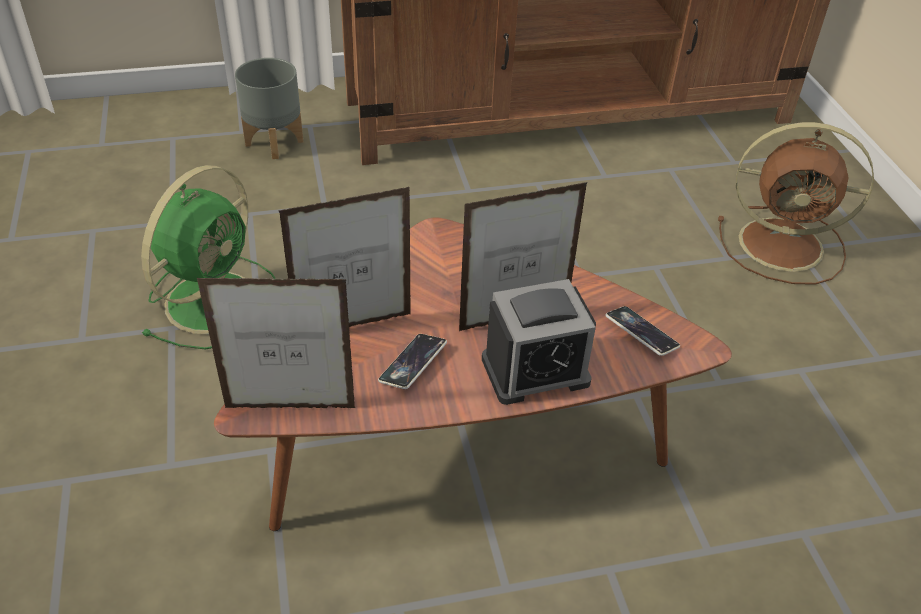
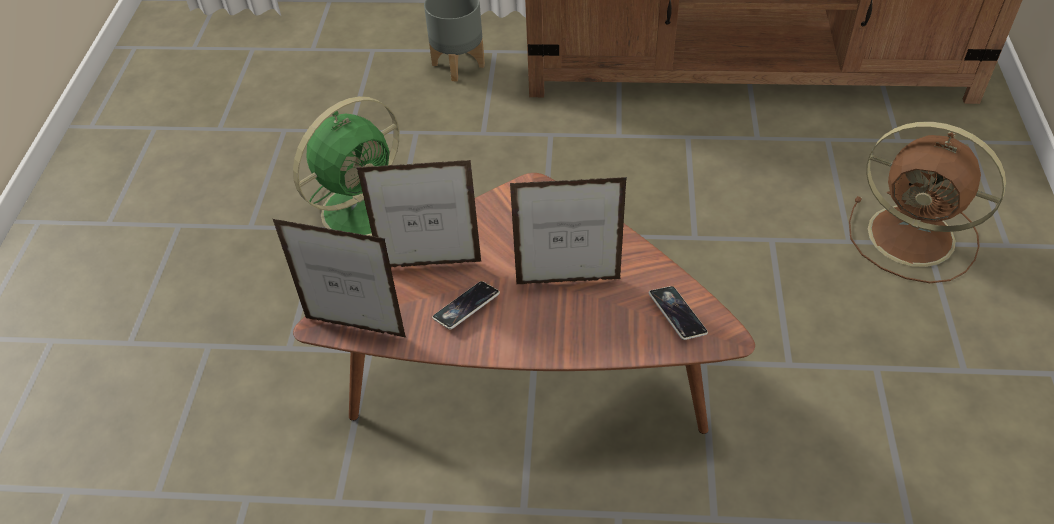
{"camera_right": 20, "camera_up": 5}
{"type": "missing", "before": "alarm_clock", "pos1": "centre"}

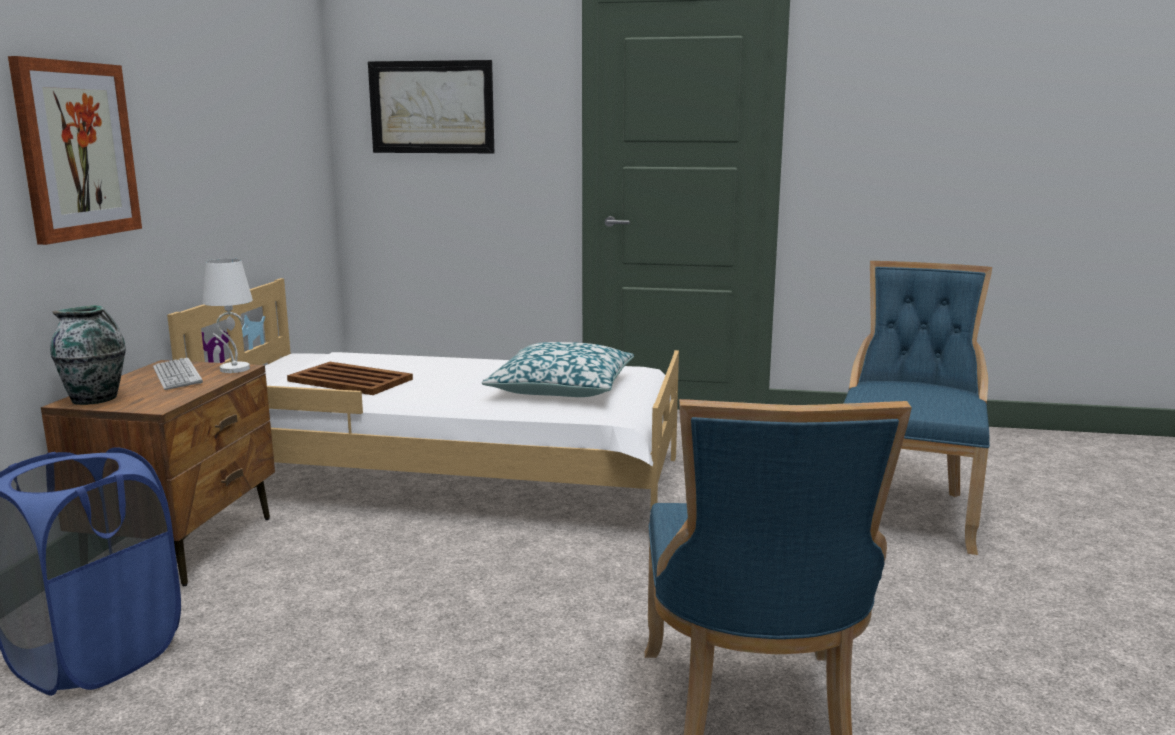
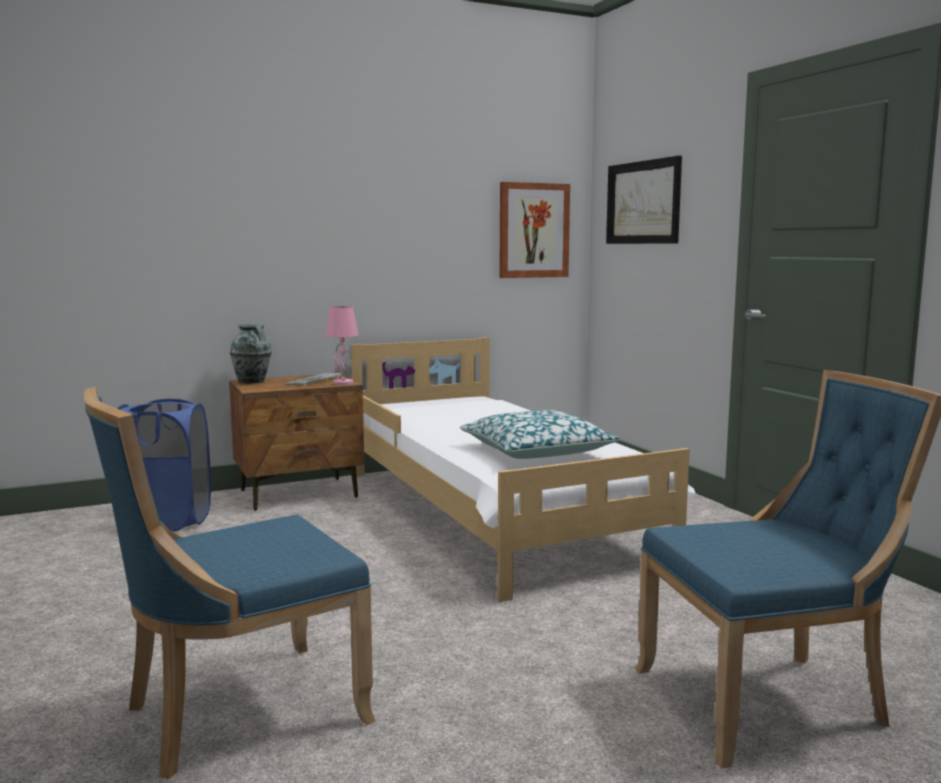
{"camera_right": 55, "camera_up": -5}
{"type": "colour", "before": "white_table_lamp", "after": "pink_table_lamp", "pos1": "middle left", "pos2": "centre"}
{"type": "relocated", "before": "picture (no. 1 from left)", "pos1": "top left", "pos2": "top centre"}
{"type": "missing", "before": "brown_tray", "pos1": "middle left"}

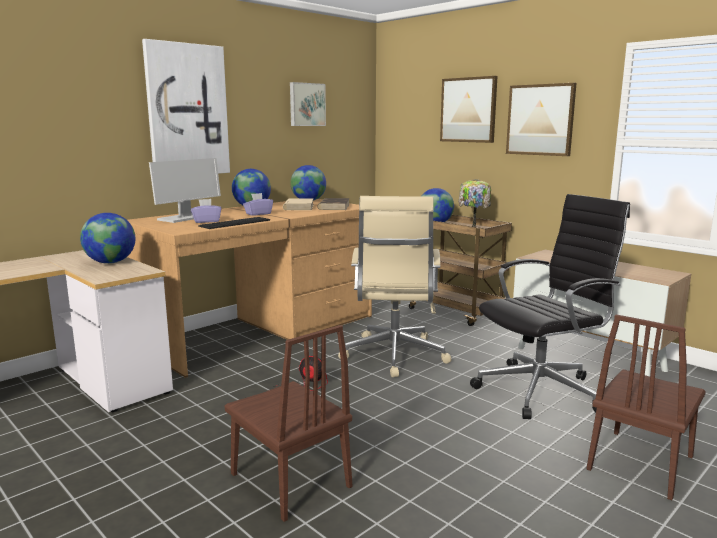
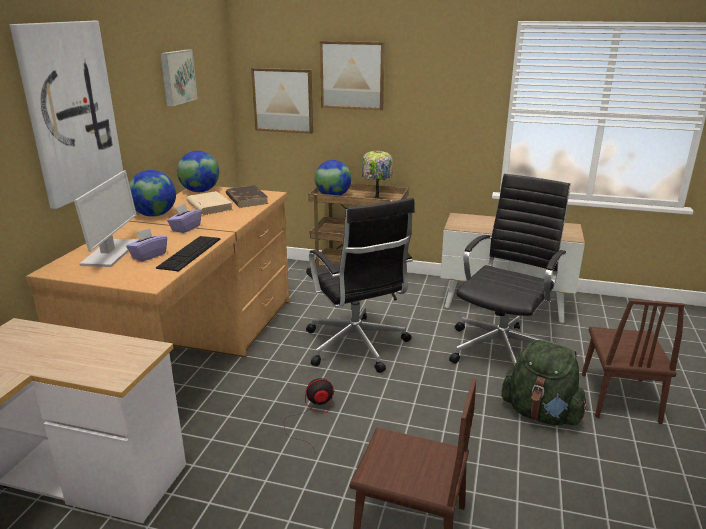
{"camera_right": -30, "camera_up": 10}
{"type": "relocated", "before": "picture (no. 4 from left in the first image)", "after": "picture (no. 3 from left)", "pos1": "top right", "pos2": "top centre"}
{"type": "colour", "before": "beige_office_chair", "after": "black_office_chair (no. 1 from left)", "pos1": "centre", "pos2": "centre"}
{"type": "appeared", "after": "green_backpack", "pos2": "bottom right"}
{"type": "missing", "before": "globe (no. 1 from left)", "pos1": "middle left"}

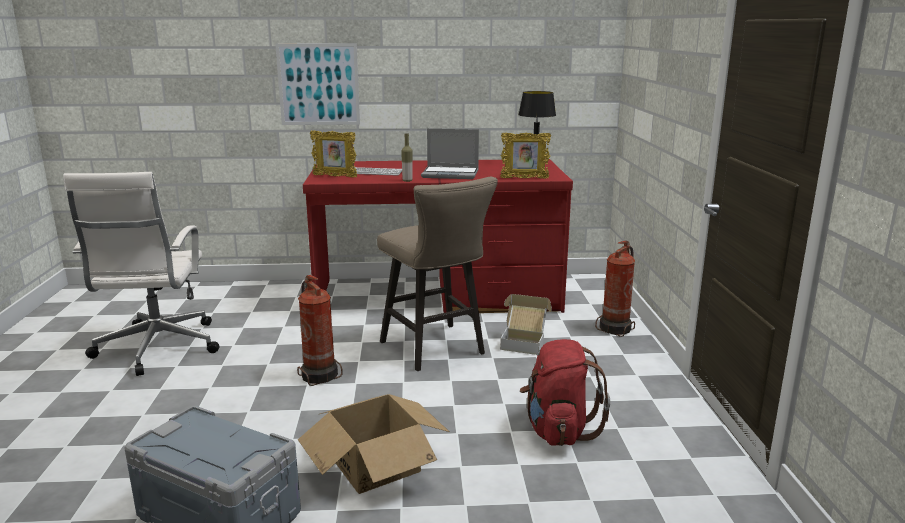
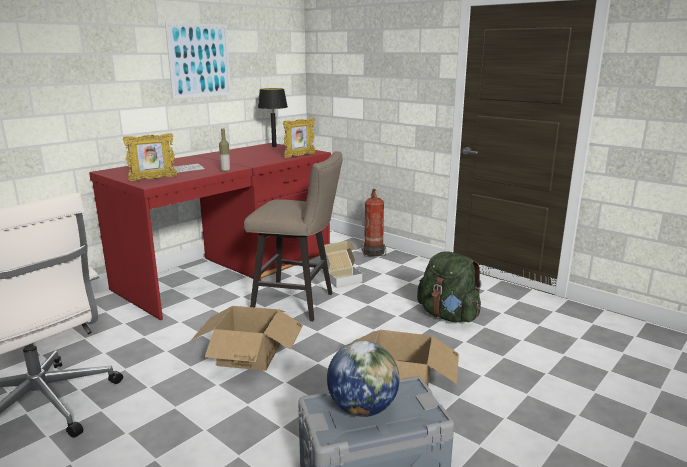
{"camera_right": -45, "camera_up": 0}
{"type": "relocated", "before": "picture", "pos1": "top centre", "pos2": "top left"}
{"type": "exchanged", "before": "fire_extinguisher (no. 1 from left)", "after": "cardboard_box (no. 1 from left)", "pos1": "centre", "pos2": "bottom centre"}
{"type": "appeared", "after": "globe", "pos2": "bottom centre"}
{"type": "colour", "before": "red_backpack", "after": "green_backpack", "pos1": "bottom centre", "pos2": "centre"}
{"type": "missing", "before": "laptop", "pos1": "top centre"}

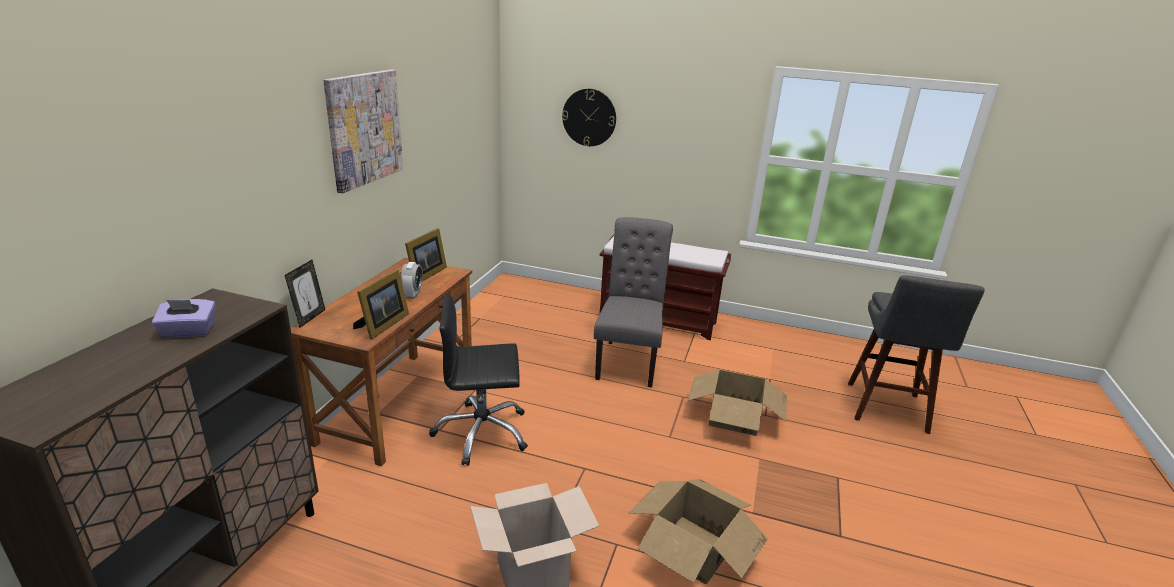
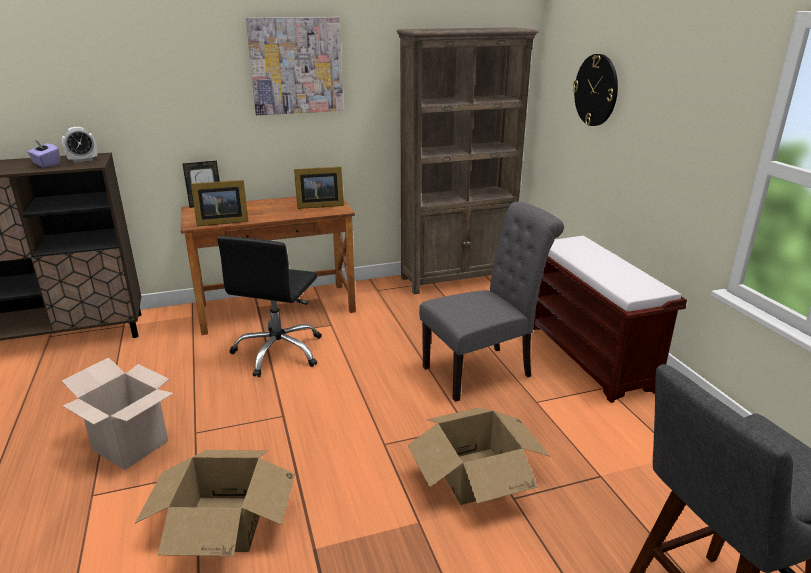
{"camera_right": 55, "camera_up": 0}
{"type": "relocated", "before": "alarm_clock", "pos1": "centre", "pos2": "top left"}
{"type": "spun", "before": "black_office_chair", "pos1": "centre", "pos2": "middle left", "turn": -120}
{"type": "appeared", "after": "brown_bookcase", "pos2": "top centre"}

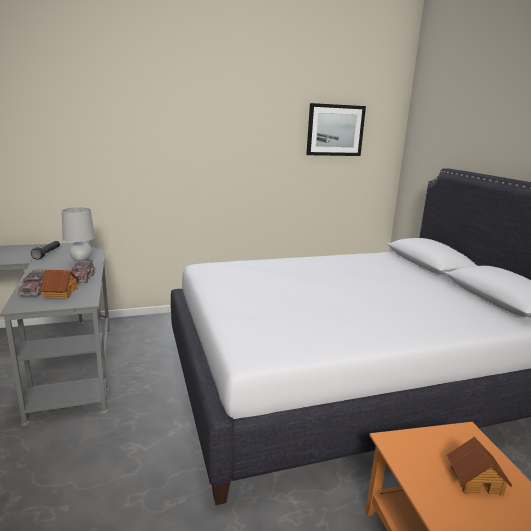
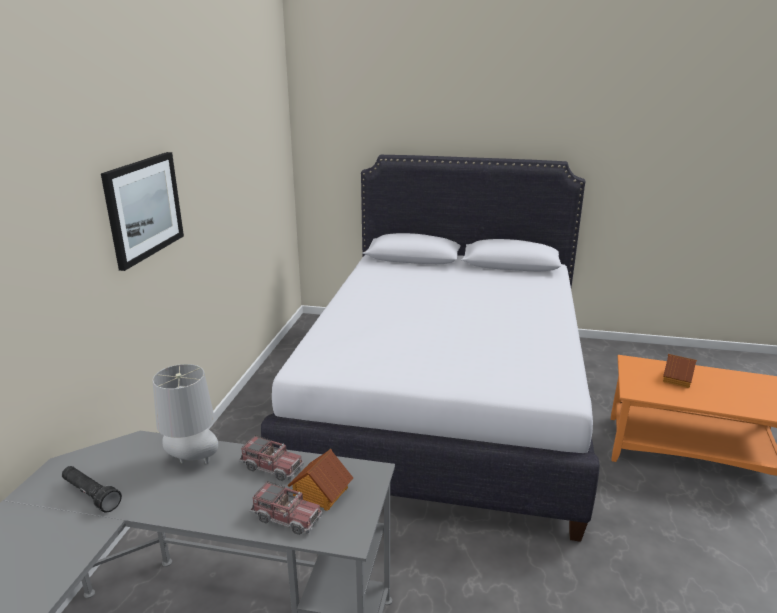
{"camera_right": -60, "camera_up": 5}
{"type": "relocated", "before": "picture", "pos1": "top centre", "pos2": "middle left"}

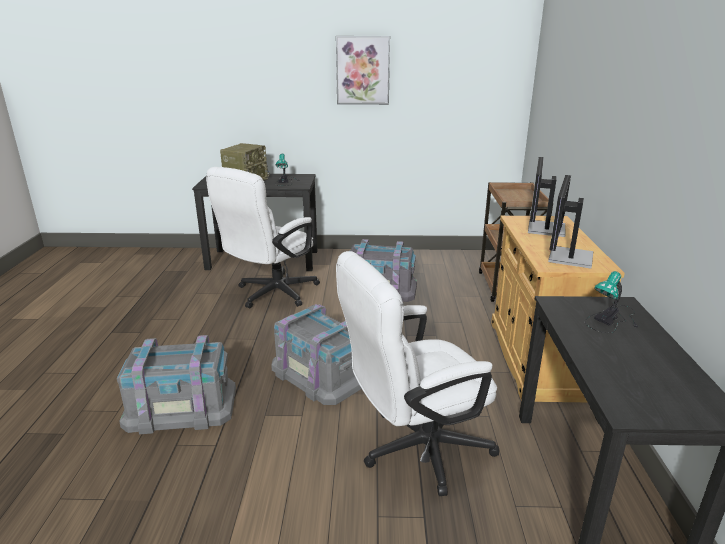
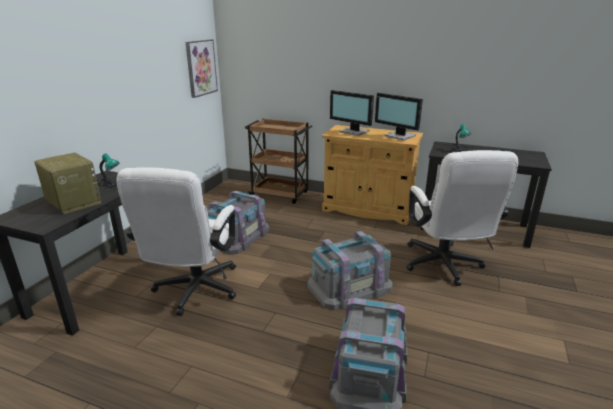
{"camera_right": -70, "camera_up": 0}
{"type": "spun", "before": "white_office_chair (no. 1 from left)", "pos1": "centre", "pos2": "middle left", "turn": 45}
{"type": "relocated", "before": "picture", "pos1": "top centre", "pos2": "top left"}

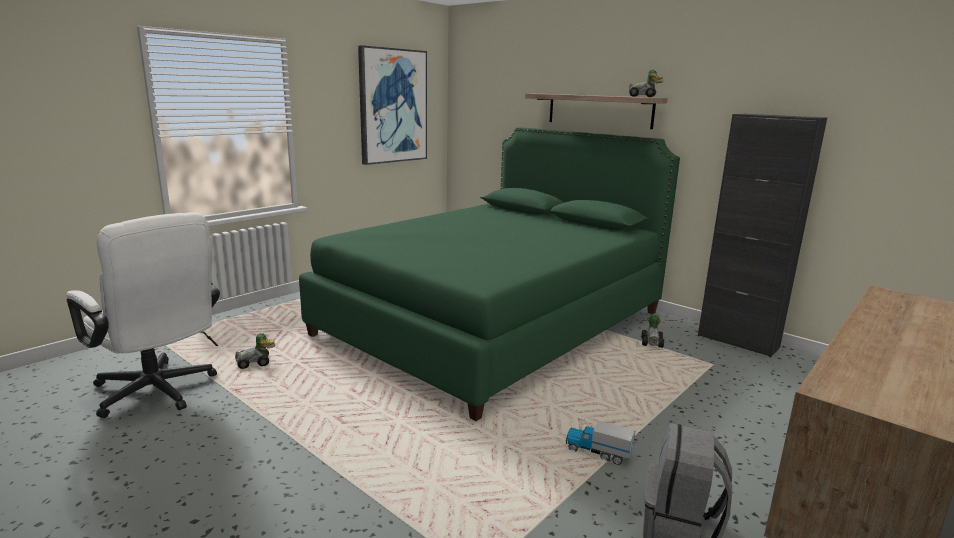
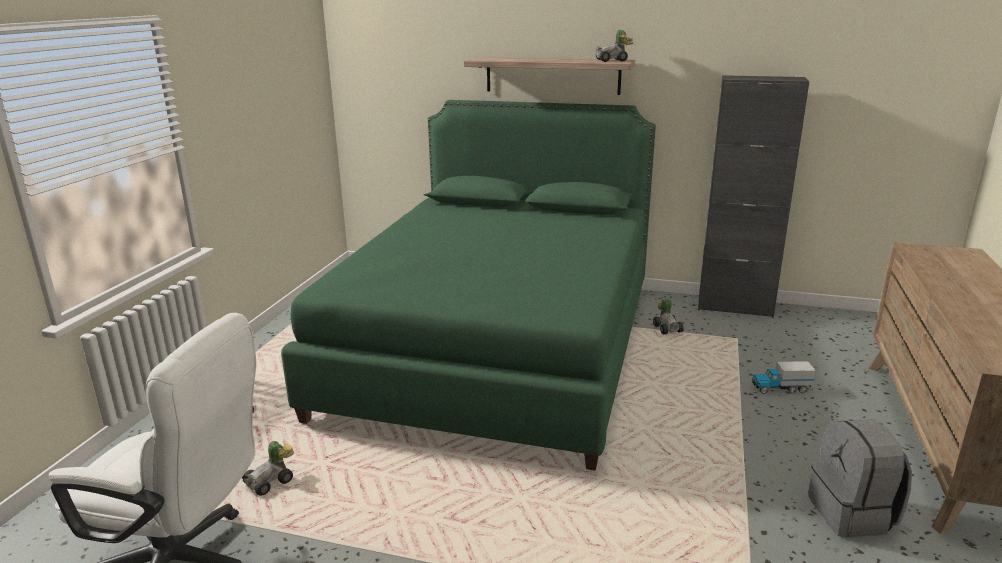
{"camera_right": -25, "camera_up": 5}
{"type": "relocated", "before": "toy_truck", "pos1": "bottom centre", "pos2": "bottom right"}
{"type": "missing", "before": "picture", "pos1": "top centre"}

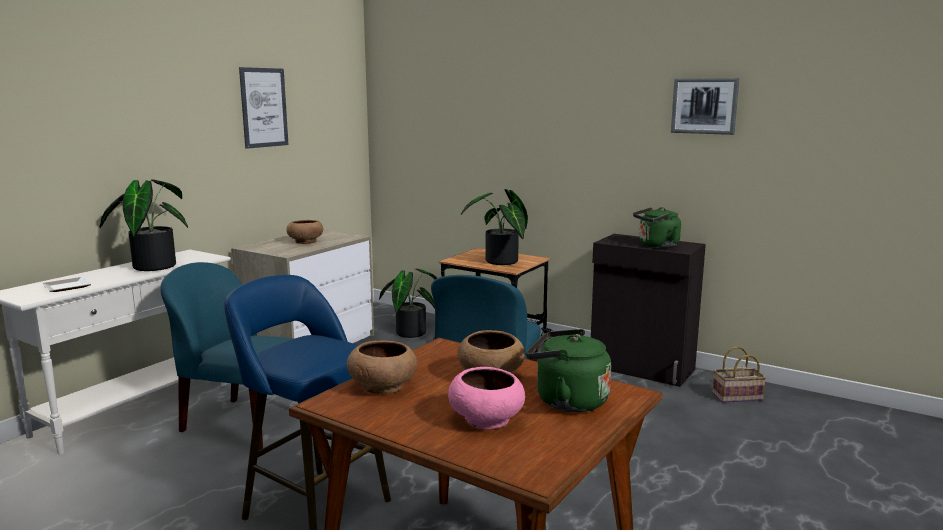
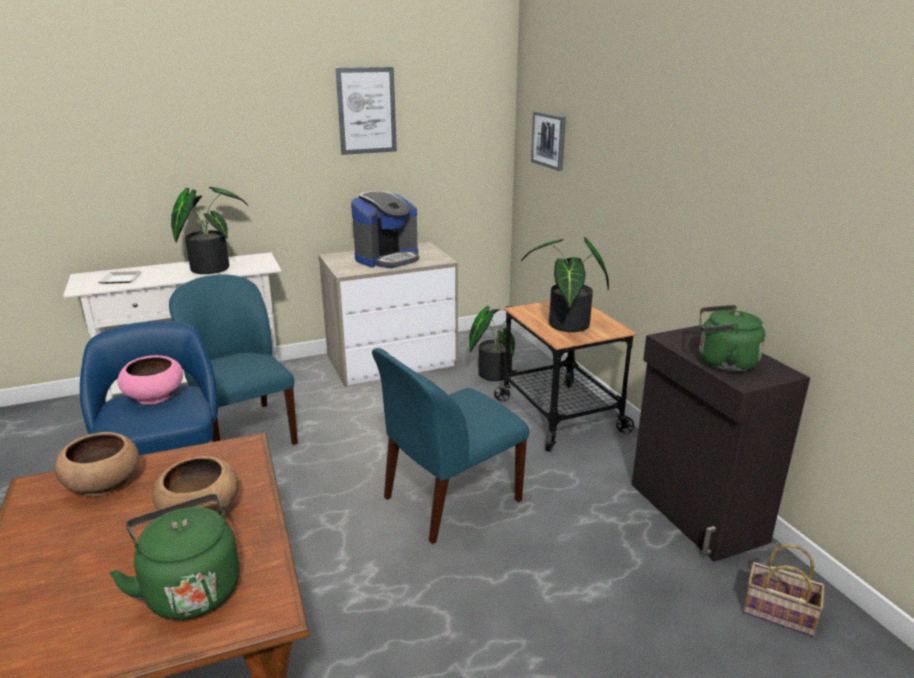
{"camera_right": 35, "camera_up": 10}
{"type": "relocated", "before": "pink_bowl", "pos1": "bottom centre", "pos2": "middle left"}
{"type": "exchanged", "before": "brown_bowl (no. 1 from left)", "after": "coffee_machine", "pos1": "middle left", "pos2": "centre"}
{"type": "relocated", "before": "picture (no. 2 from left)", "pos1": "top right", "pos2": "top centre"}

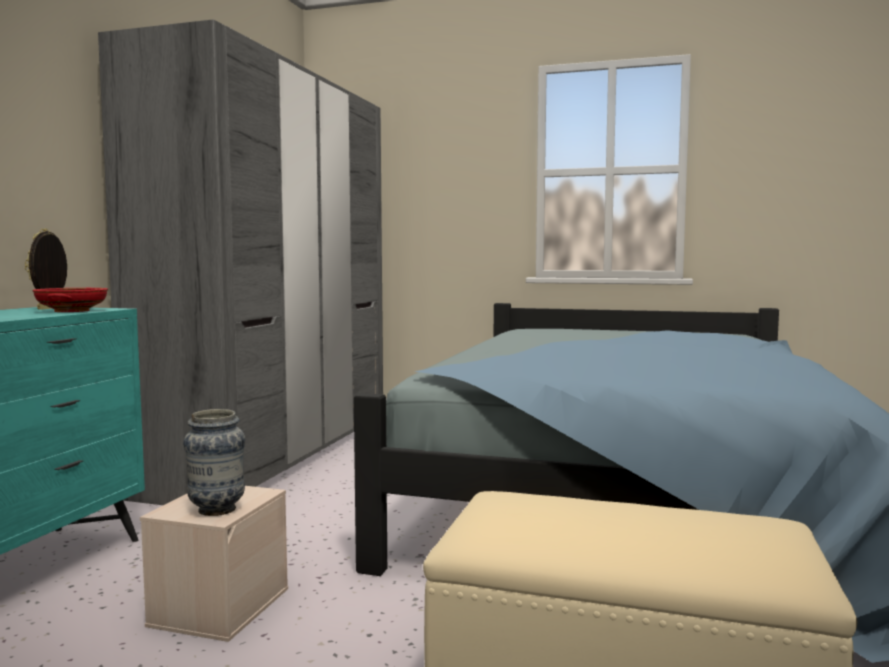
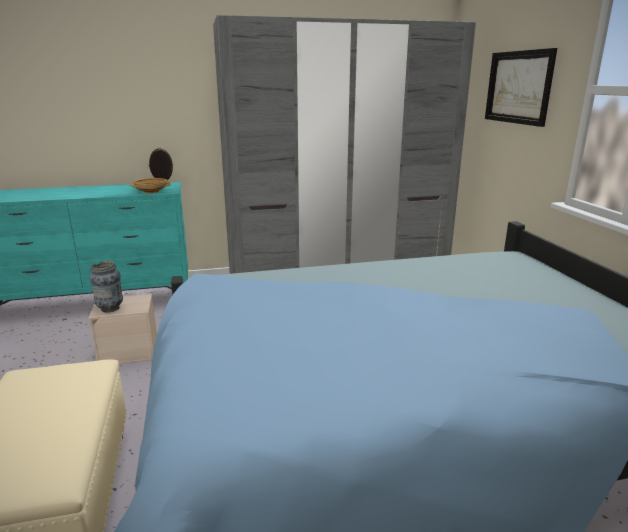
{"camera_right": 60, "camera_up": 15}
{"type": "colour", "before": "red_bowl", "after": "beige_bowl", "pos1": "middle left", "pos2": "middle left"}
{"type": "appeared", "after": "picture", "pos2": "top right"}

